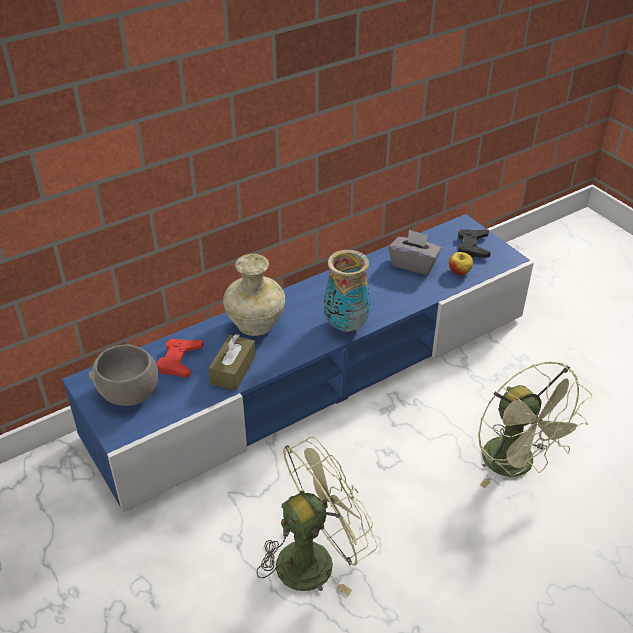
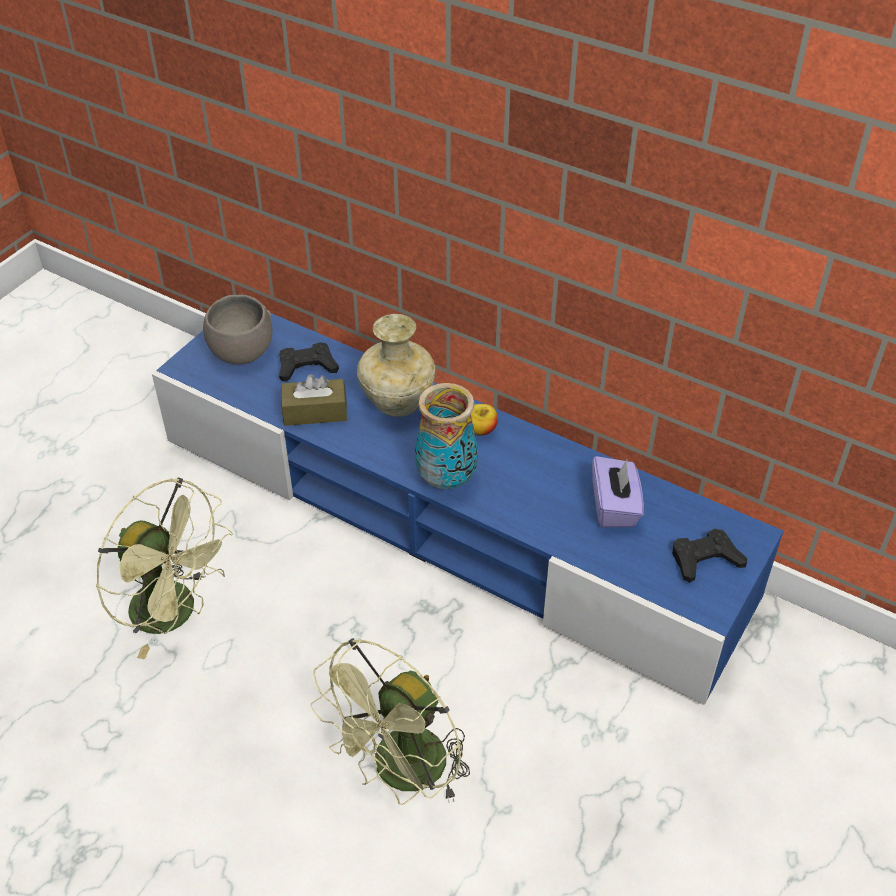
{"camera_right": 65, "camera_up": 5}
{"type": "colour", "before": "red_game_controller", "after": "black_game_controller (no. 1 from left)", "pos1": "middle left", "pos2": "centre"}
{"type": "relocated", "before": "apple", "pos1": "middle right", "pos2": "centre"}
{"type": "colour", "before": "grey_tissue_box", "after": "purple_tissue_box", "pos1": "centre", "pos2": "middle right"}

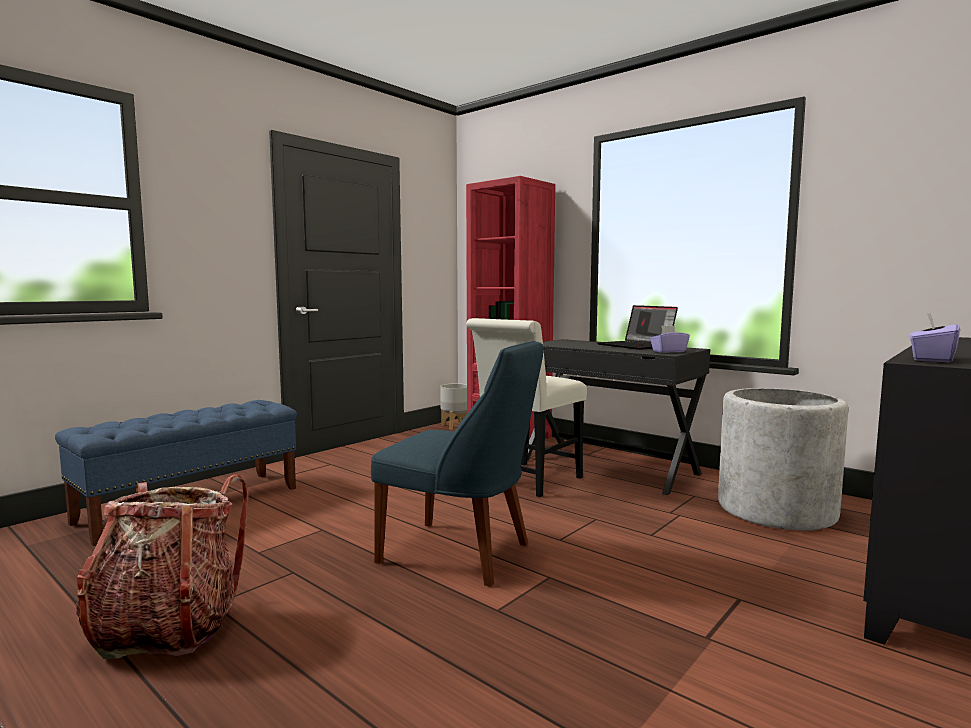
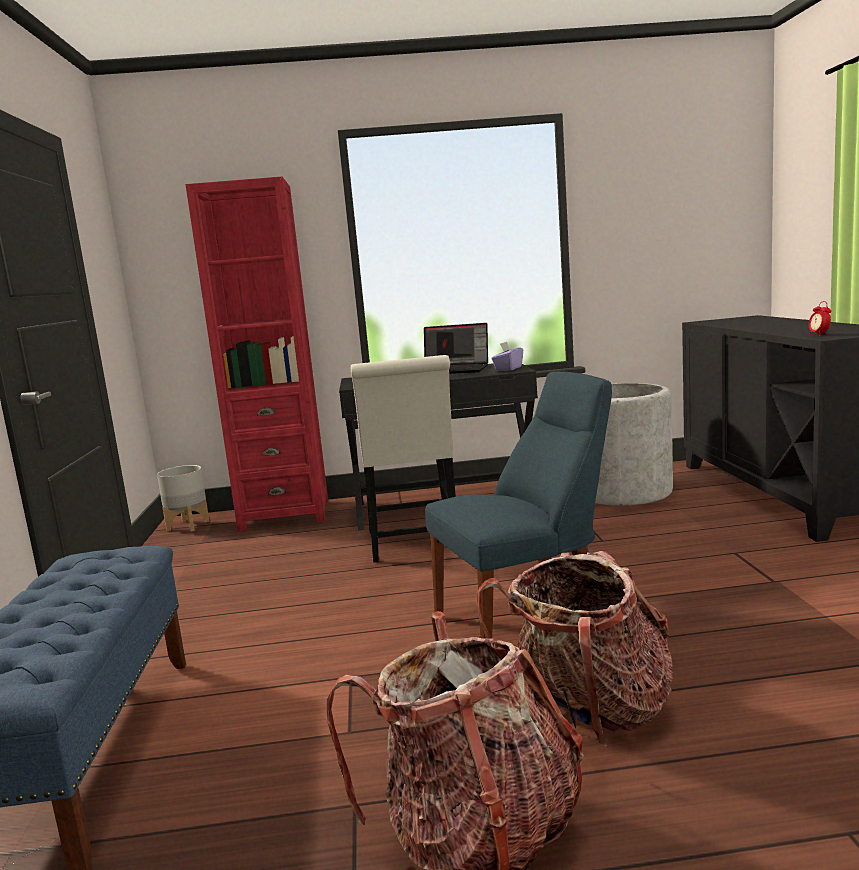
{"camera_right": -45, "camera_up": 5}
{"type": "appeared", "after": "backpack (no. 2 from left)", "pos2": "bottom right"}
{"type": "exchanged", "before": "purple_tissue_box (no. 2 from left)", "after": "alarm_clock", "pos1": "middle right", "pos2": "middle right"}

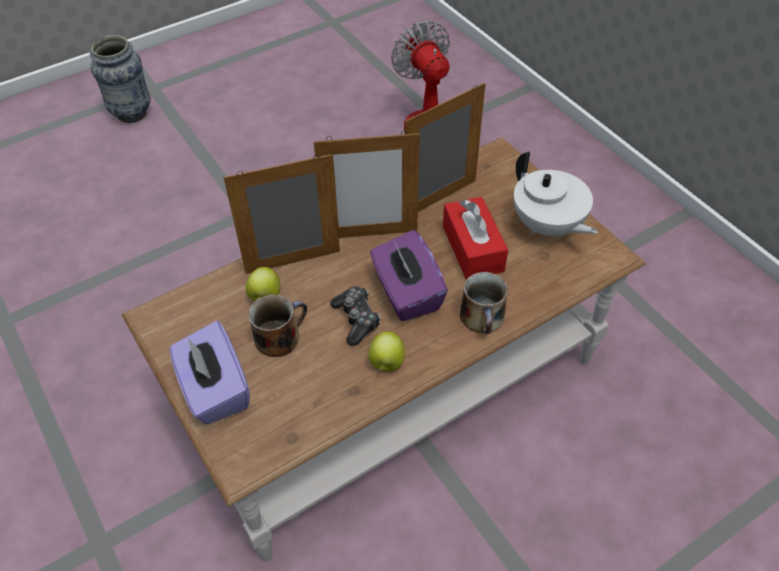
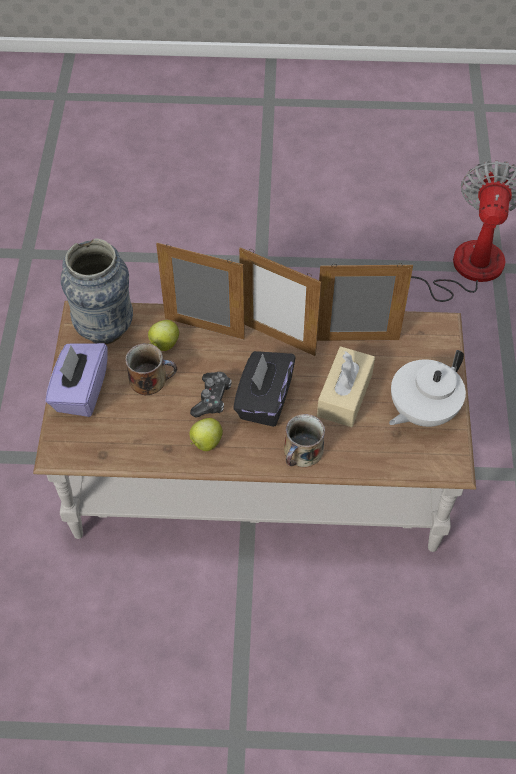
{"camera_right": 35, "camera_up": 5}
{"type": "relocated", "before": "vase", "pos1": "top left", "pos2": "middle left"}
{"type": "colour", "before": "purple_tissue_box (no. 2 from left)", "after": "black_tissue_box", "pos1": "centre", "pos2": "centre"}
{"type": "colour", "before": "red_tissue_box", "after": "beige_tissue_box", "pos1": "centre", "pos2": "middle right"}
{"type": "spun", "before": "white_teapot", "pos1": "middle right", "pos2": "middle right", "turn": 45}

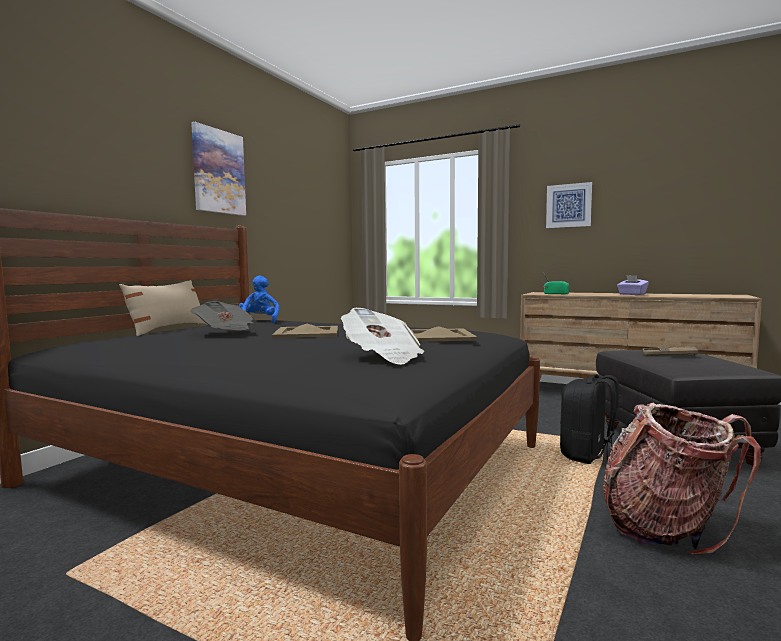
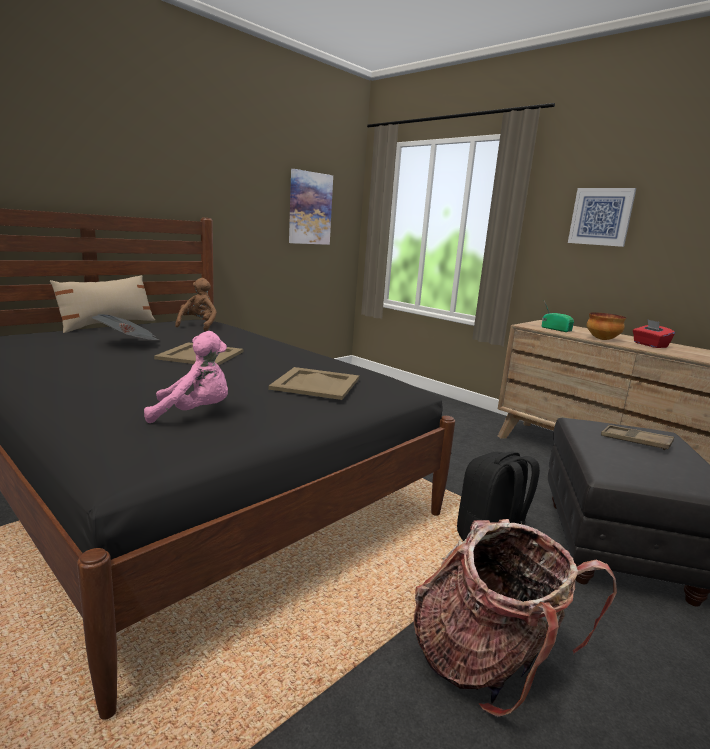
{"camera_right": 15, "camera_up": 10}
{"type": "exchanged", "before": "newspaper (no. 2 from left)", "after": "pink_plush_toy", "pos1": "centre", "pos2": "middle left"}
{"type": "colour", "before": "blue_plush_toy", "after": "brown_plush_toy", "pos1": "middle left", "pos2": "middle left"}
{"type": "relocated", "before": "picture (no. 1 from left)", "pos1": "top left", "pos2": "top centre"}
{"type": "appeared", "after": "bowl", "pos2": "middle right"}
{"type": "colour", "before": "purple_tissue_box", "after": "red_tissue_box", "pos1": "middle right", "pos2": "middle right"}

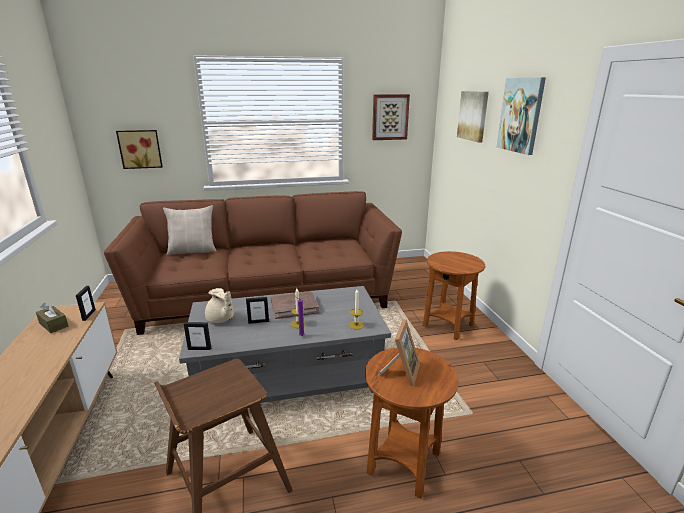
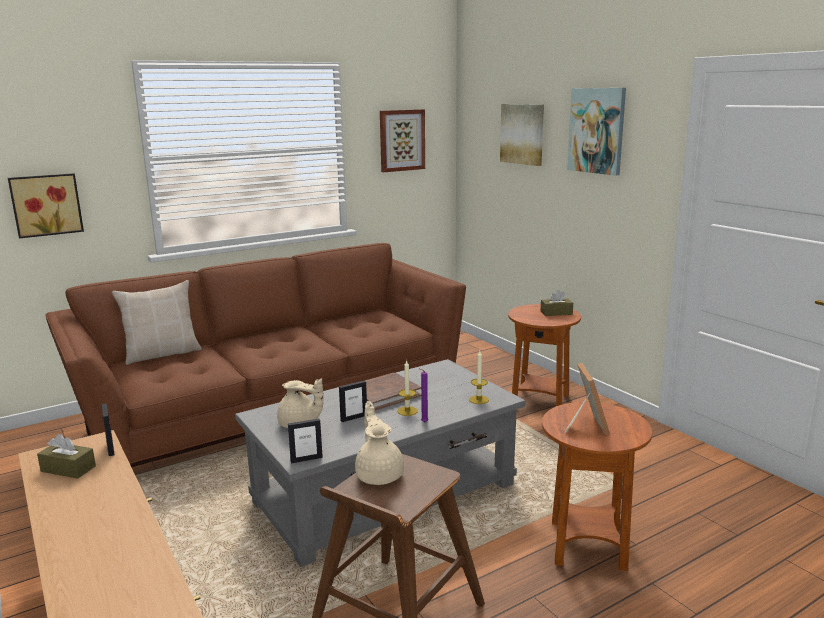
{"camera_right": -20, "camera_up": -5}
{"type": "appeared", "after": "beige_teapot (no. 2 from left)", "pos2": "bottom centre"}
{"type": "appeared", "after": "brown_tissue_box (no. 2 from left)", "pos2": "middle right"}

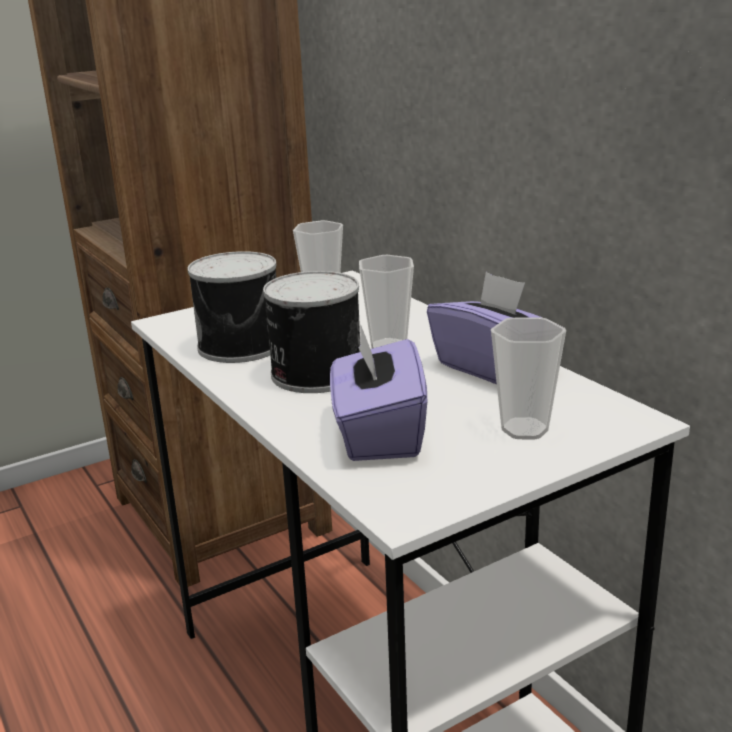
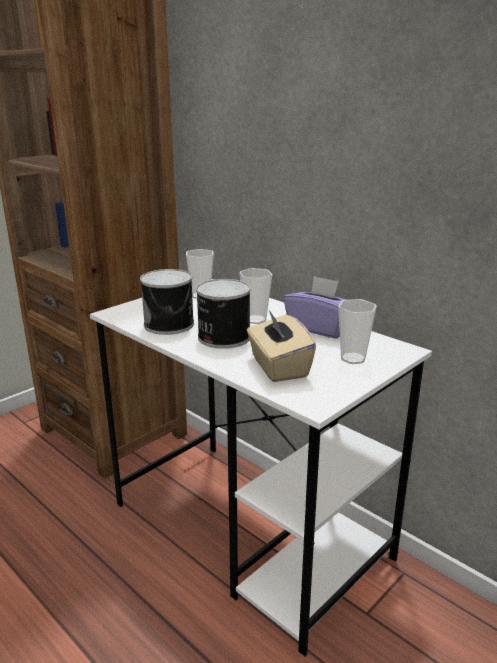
{"camera_right": -15, "camera_up": 0}
{"type": "colour", "before": "purple_tissue_box (no. 1 from left)", "after": "beige_tissue_box", "pos1": "centre", "pos2": "centre"}

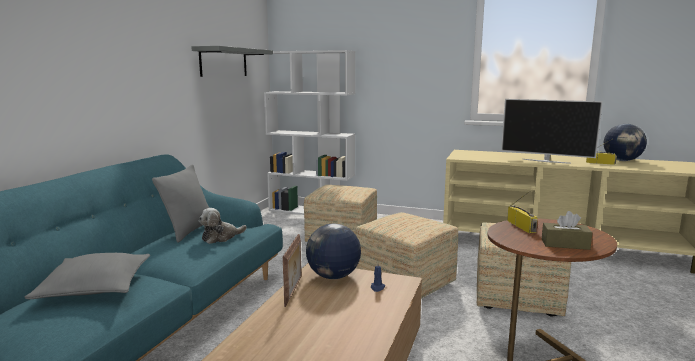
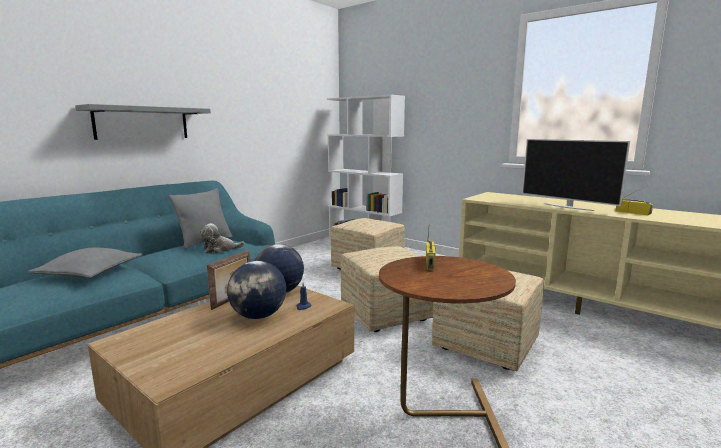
{"camera_right": 20, "camera_up": 0}
{"type": "relocated", "before": "grey_shelf", "pos1": "top centre", "pos2": "top left"}
{"type": "relocated", "before": "globe (no. 2 from left in the first image)", "after": "globe (no. 1 from left)", "pos1": "middle right", "pos2": "centre"}
{"type": "missing", "before": "brown_tissue_box", "pos1": "middle right"}

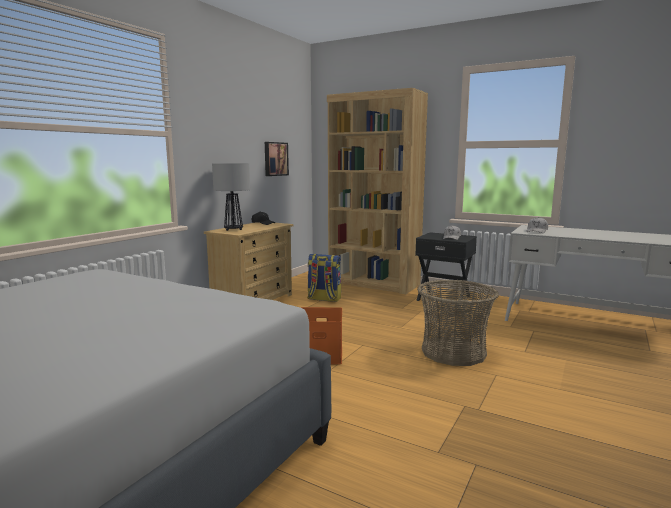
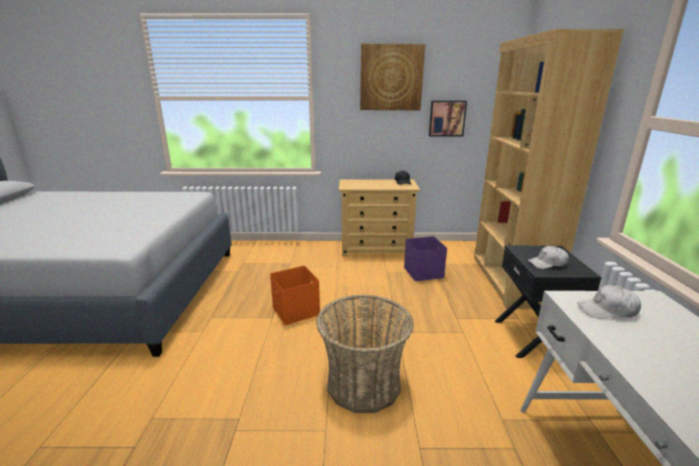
{"camera_right": 60, "camera_up": 10}
{"type": "appeared", "after": "picture (no. 1 from left)", "pos2": "top centre"}
{"type": "exchanged", "before": "backpack", "after": "purple_storage_box", "pos1": "centre", "pos2": "centre"}
{"type": "missing", "before": "table_lamp", "pos1": "centre"}

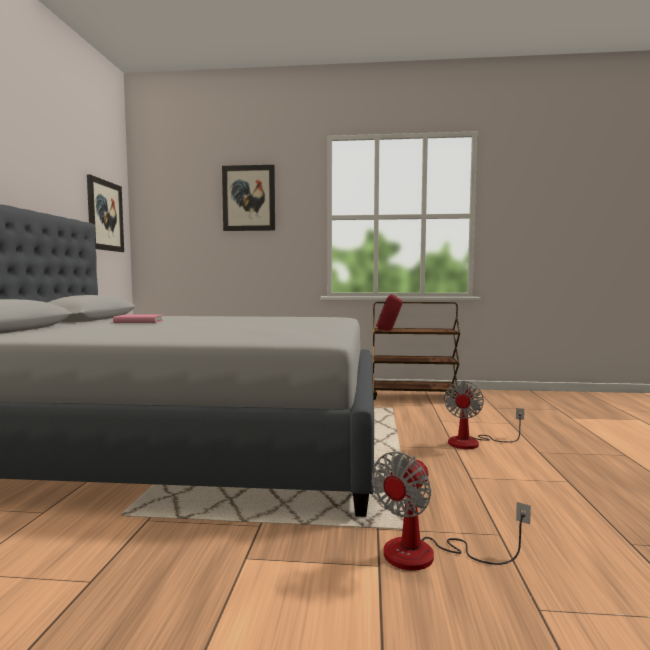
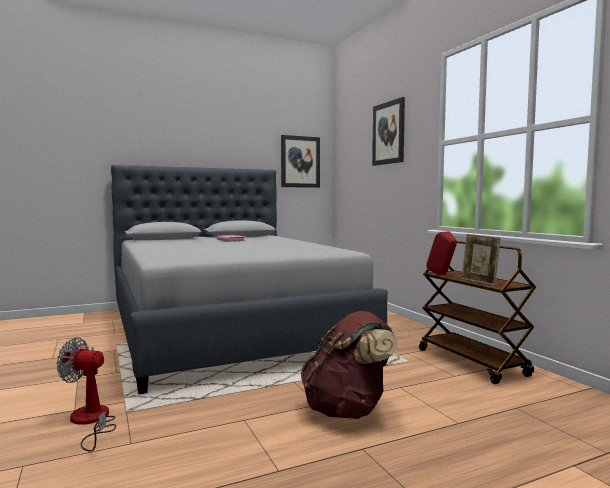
{"camera_right": 60, "camera_up": 0}
{"type": "exchanged", "before": "fan (no. 2 from left)", "after": "brown_backpack", "pos1": "middle right", "pos2": "bottom centre"}
{"type": "appeared", "after": "picture_frame", "pos2": "middle right"}

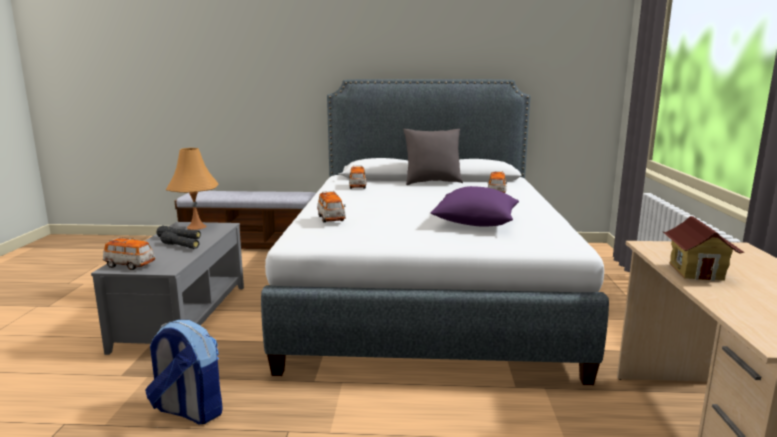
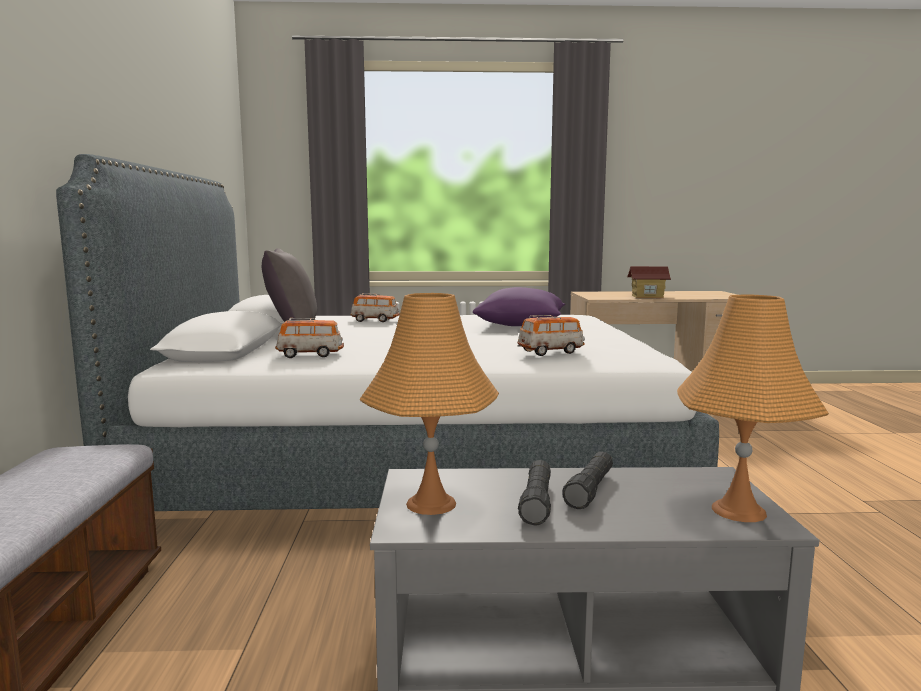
{"camera_right": -95, "camera_up": -5}
{"type": "exchanged", "before": "toy_car (no. 1 from left)", "after": "orange_table_lamp (no. 2 from left)", "pos1": "middle left", "pos2": "middle right"}
{"type": "missing", "before": "backpack", "pos1": "bottom left"}

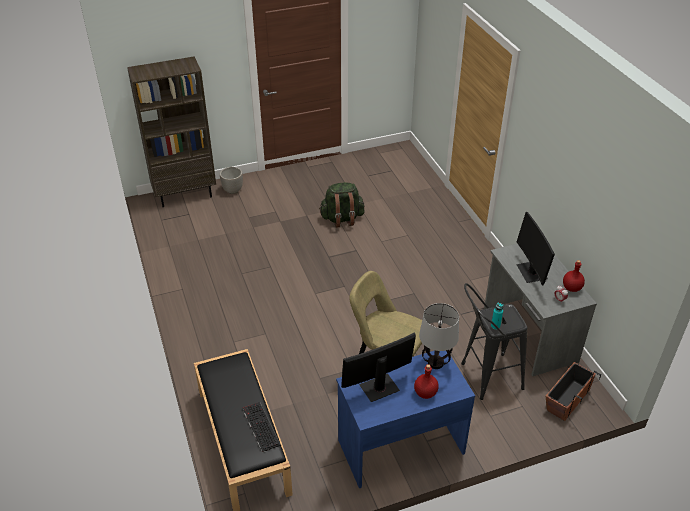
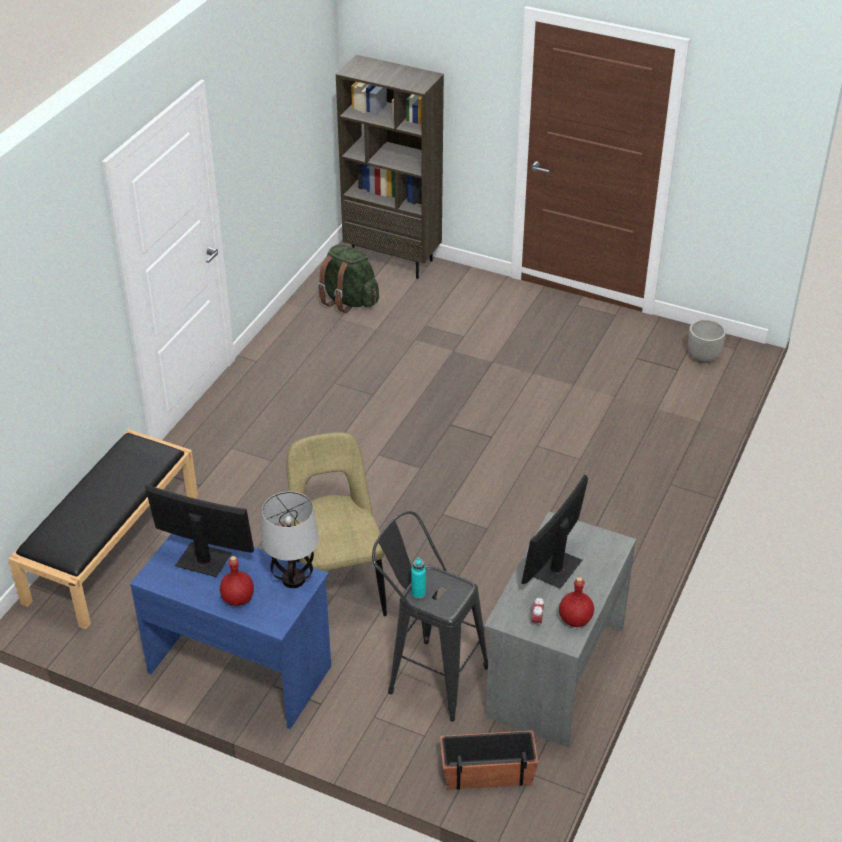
{"camera_right": 45, "camera_up": 0}
{"type": "relocated", "before": "green_backpack", "pos1": "centre", "pos2": "top centre"}
{"type": "relocated", "before": "planter (no. 1 from left in the first image)", "after": "planter (no. 2 from left)", "pos1": "centre", "pos2": "middle right"}
{"type": "missing", "before": "keyboard", "pos1": "bottom centre"}

